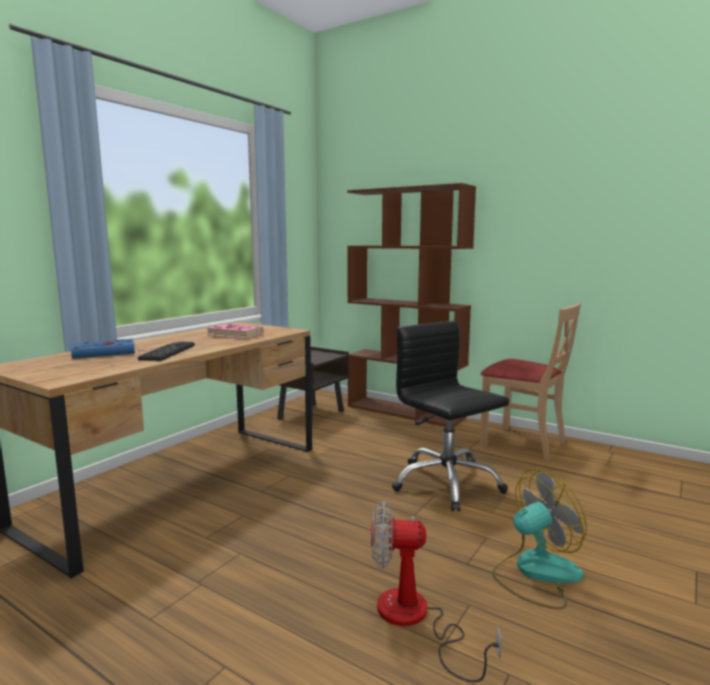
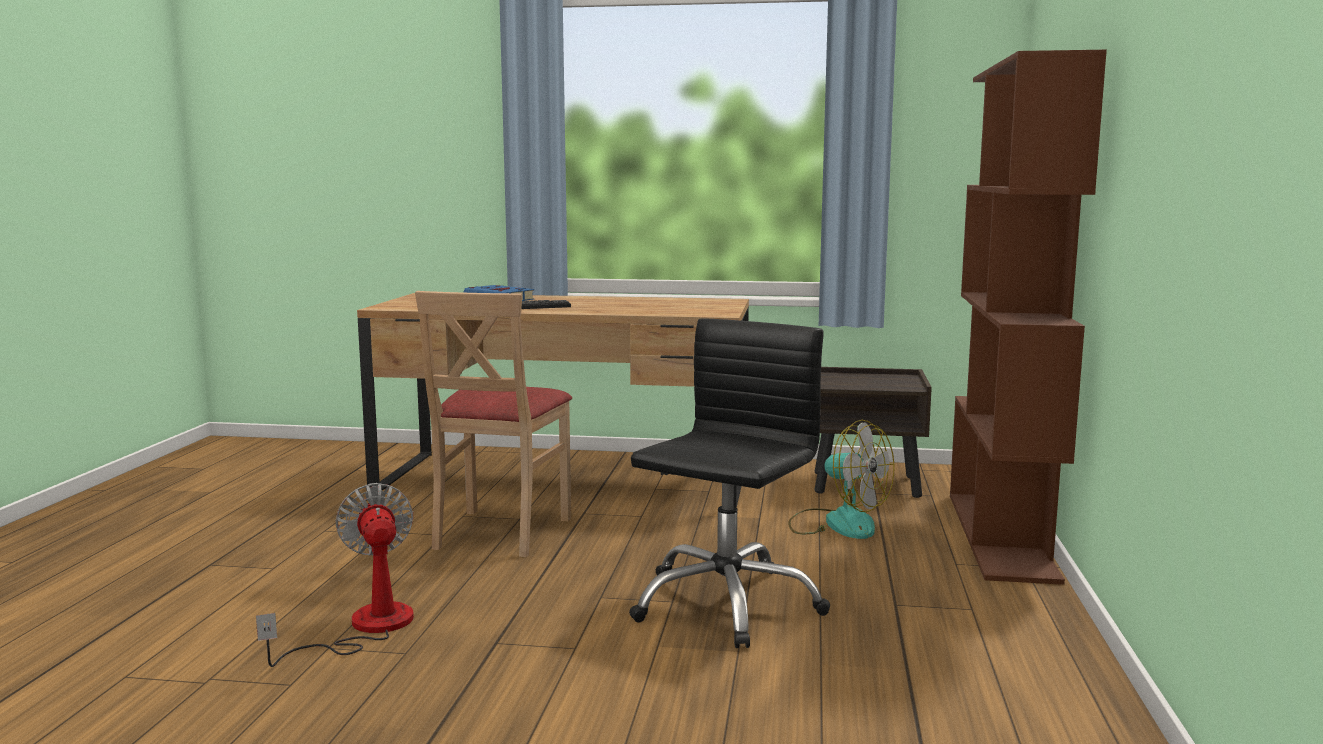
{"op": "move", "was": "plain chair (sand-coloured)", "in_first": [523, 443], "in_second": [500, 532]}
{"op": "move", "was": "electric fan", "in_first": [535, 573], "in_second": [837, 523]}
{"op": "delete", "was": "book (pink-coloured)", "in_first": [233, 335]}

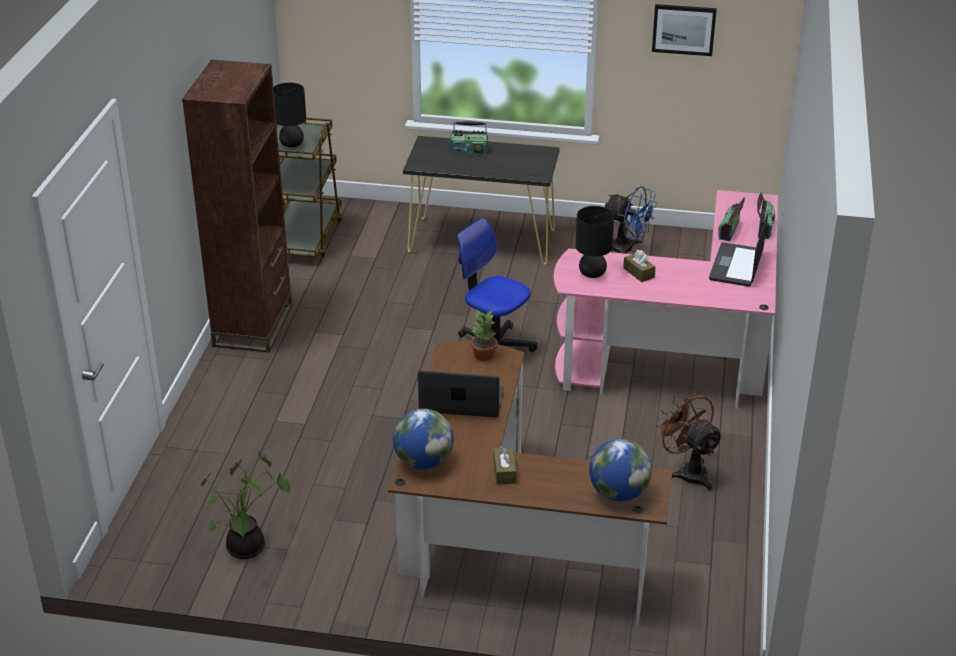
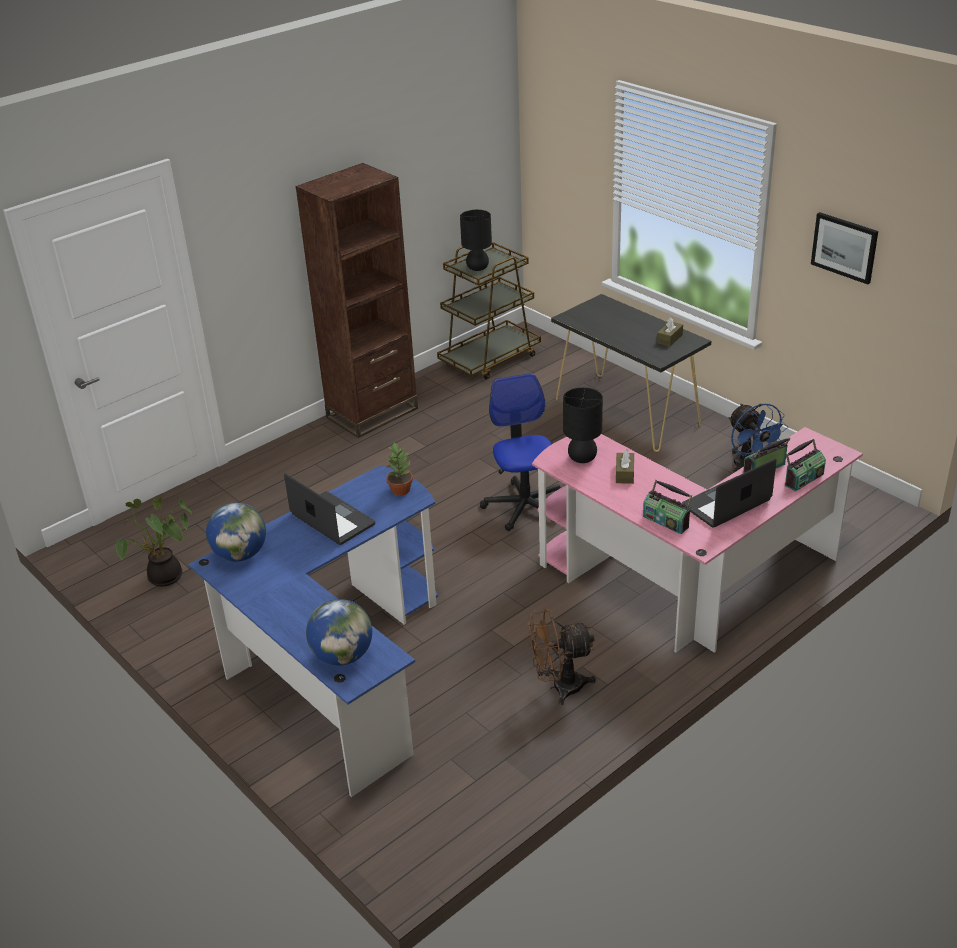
{"op": "recolor", "was": "desk unit (brown-coloured)", "now": "desk unit (bluish)", "in_first": [499, 541], "in_second": [335, 665]}
{"op": "rotate", "was": "electric fan (brown-coloured)", "in_first": [688, 471], "in_second": [559, 687], "clockwise": -105}
{"op": "move", "was": "radio set", "in_first": [469, 150], "in_second": [666, 521]}
{"op": "move", "was": "tissue box (brown-coloured)", "in_first": [504, 472], "in_second": [669, 339]}

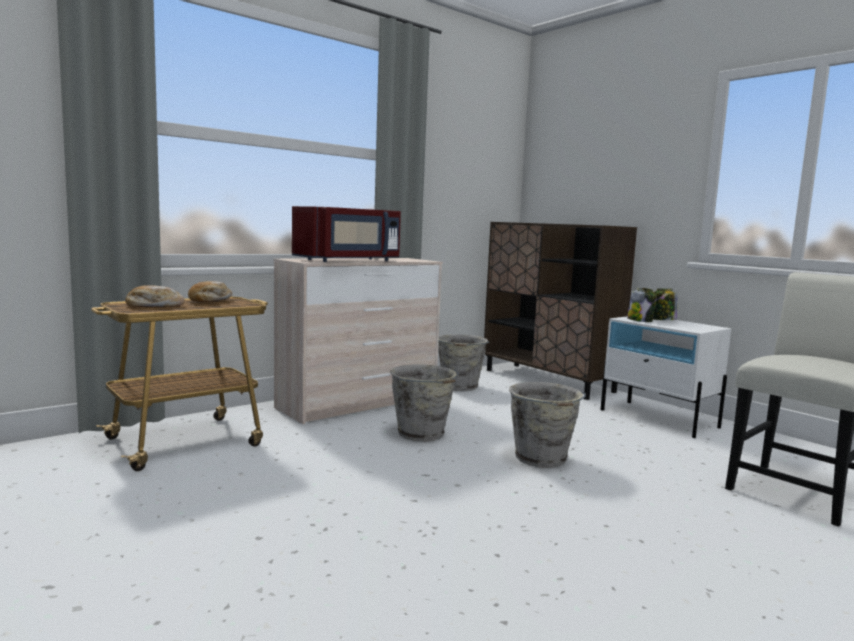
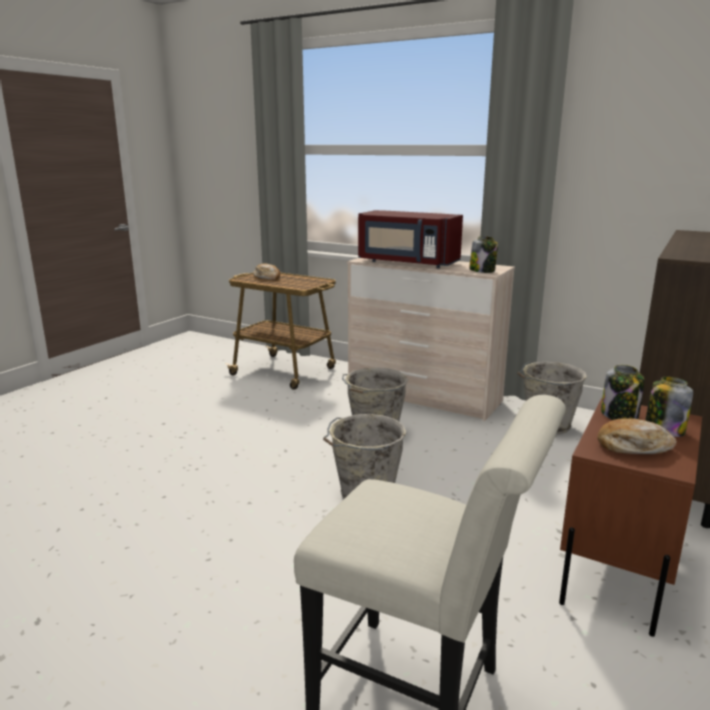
{"op": "insert", "now": "preserve jar", "in_second": [482, 271]}
{"op": "recolor", "was": "night table (white)", "now": "night table (brown-coloured)", "in_first": [659, 418], "in_second": [617, 570]}
{"op": "move", "was": "baked bread", "in_first": [210, 300], "in_second": [633, 446]}

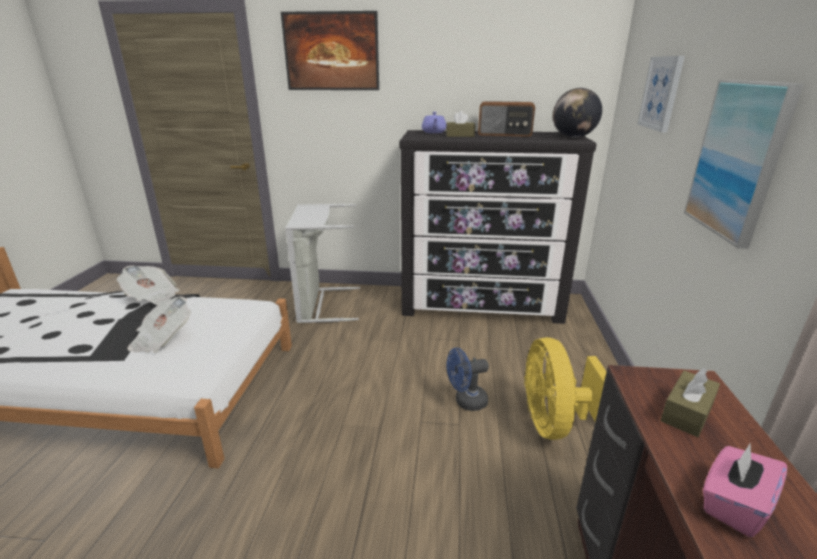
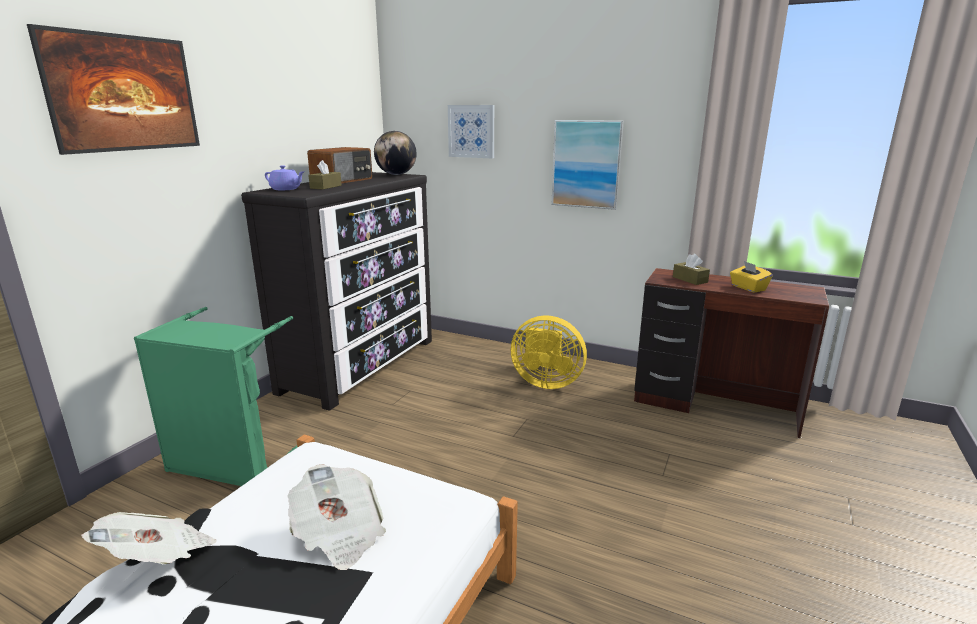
{"op": "recolor", "was": "laundry basket (grey)", "now": "laundry basket (green-coloured)", "in_first": [321, 305], "in_second": [230, 463]}
{"op": "recolor", "was": "tissue box (pink-coloured)", "now": "tissue box (yellow)", "in_first": [733, 504], "in_second": [748, 288]}
{"op": "delete", "was": "electric fan (bluish)", "in_first": [466, 402]}

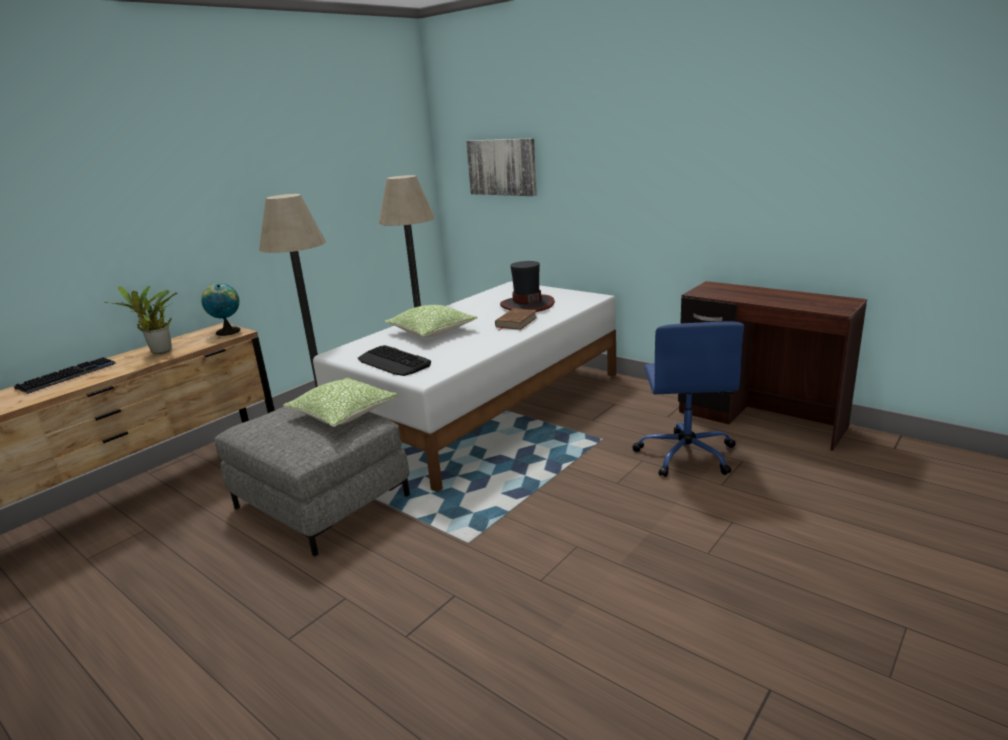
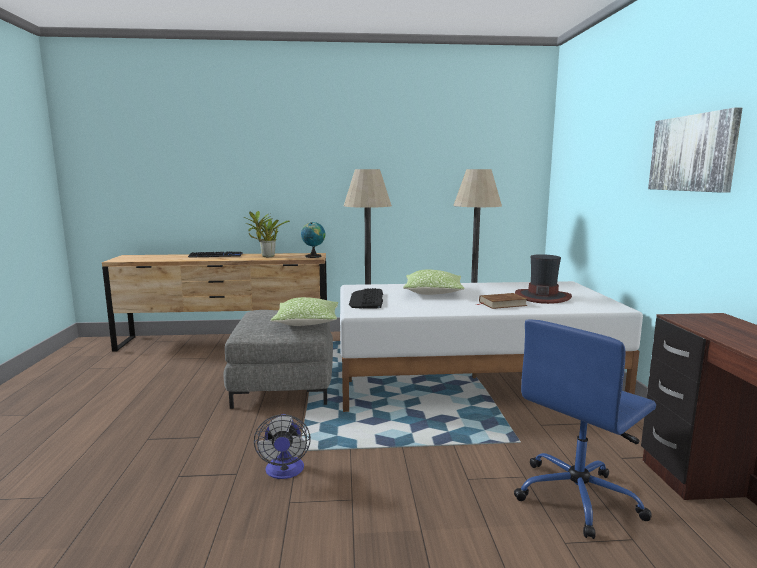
{"op": "insert", "now": "electric fan", "in_second": [284, 472]}
{"op": "move", "was": "wall picture", "in_first": [502, 167], "in_second": [693, 153]}

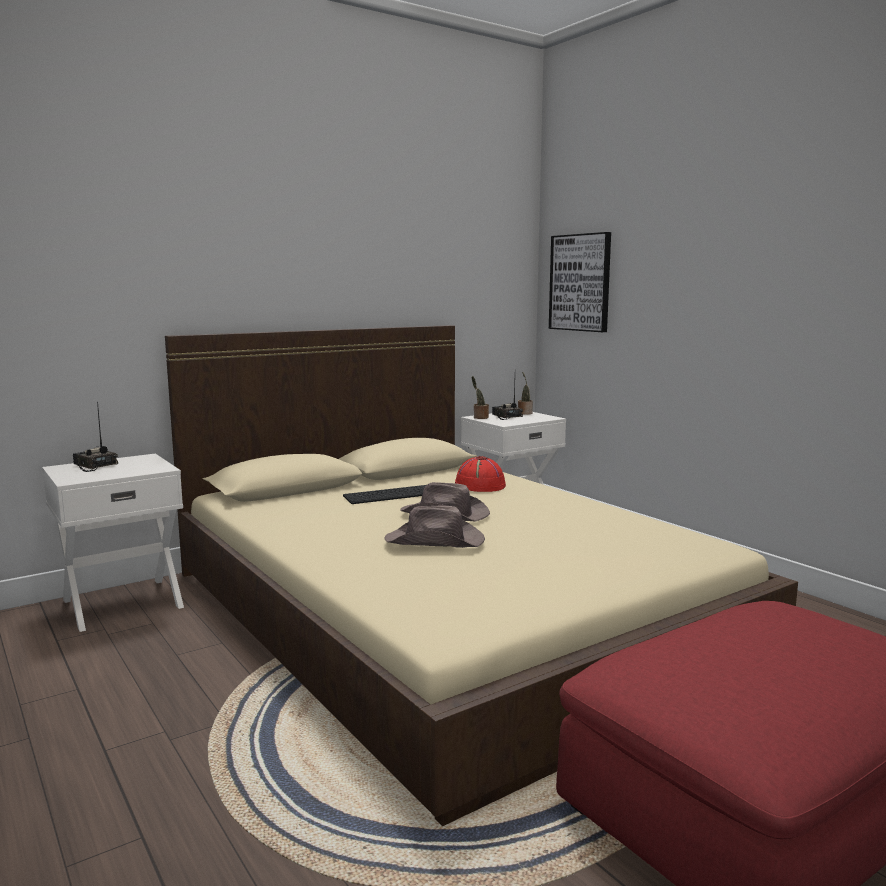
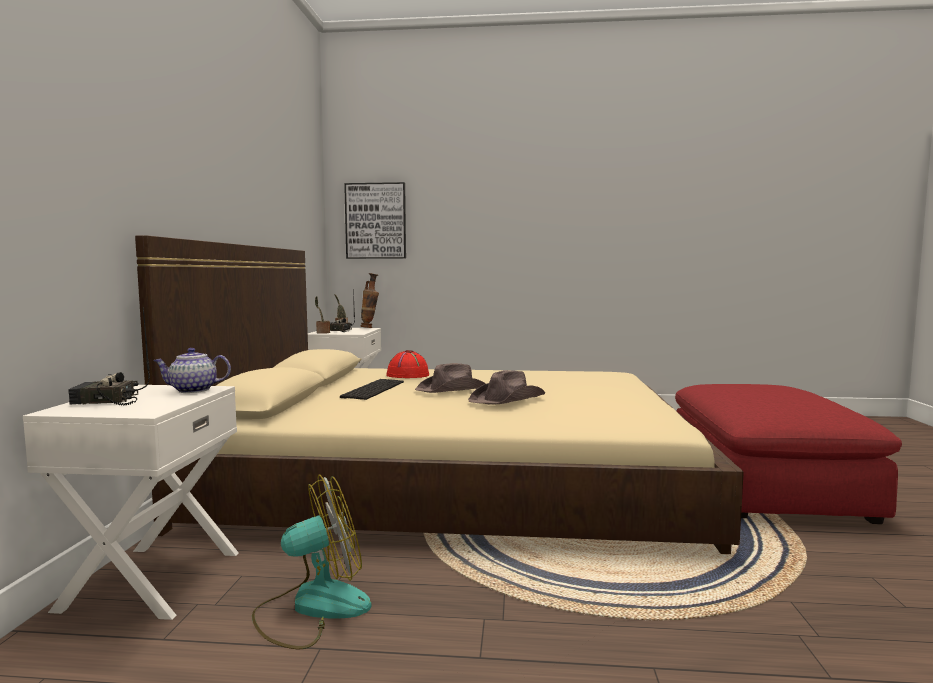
{"op": "insert", "now": "pot for tea", "in_second": [192, 390]}
{"op": "insert", "now": "electric fan", "in_second": [312, 607]}
{"op": "insert", "now": "flower vase", "in_second": [370, 328]}

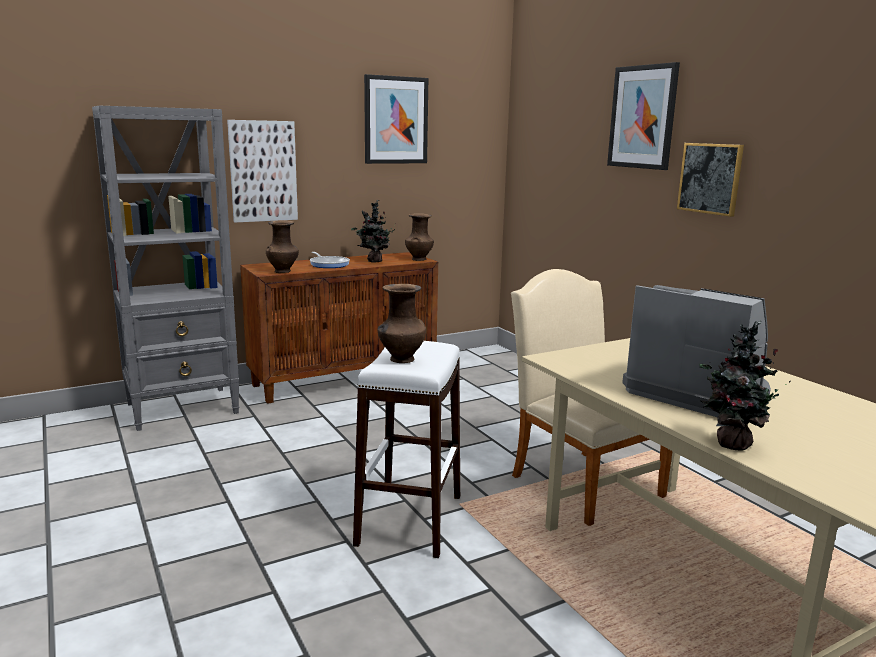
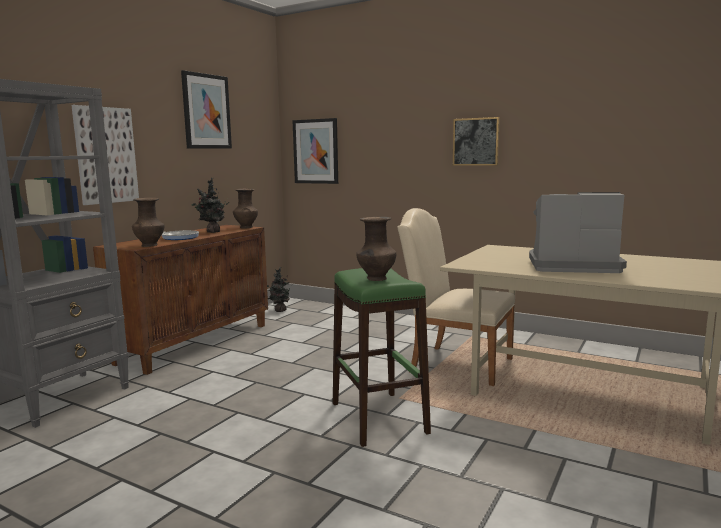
{"op": "move", "was": "houseplant", "in_first": [730, 444], "in_second": [279, 310]}
{"op": "move", "was": "wall picture", "in_first": [642, 117], "in_second": [316, 151]}
{"op": "recolor", "was": "stool (white)", "now": "stool (green-coloured)", "in_first": [409, 519], "in_second": [378, 417]}

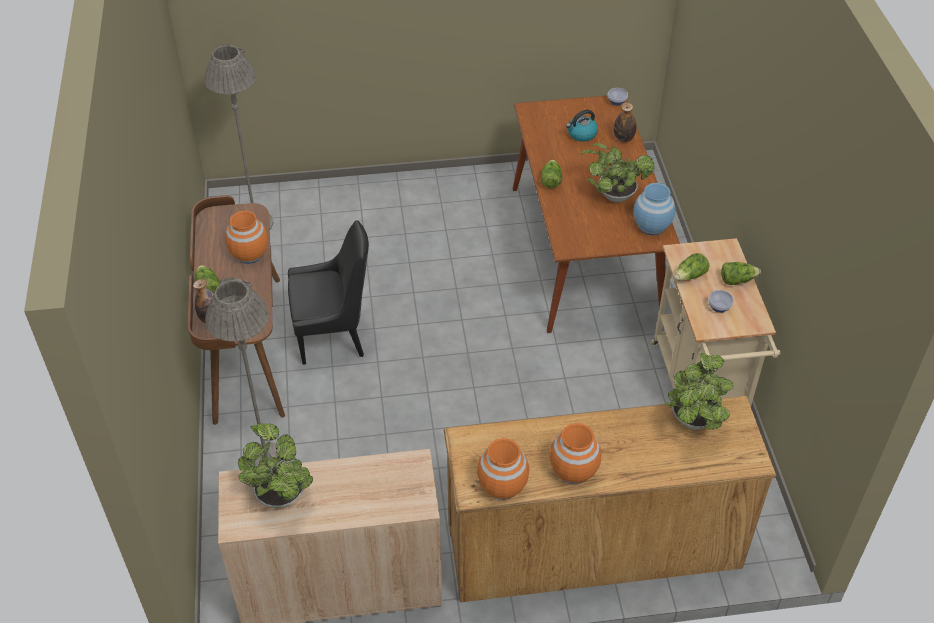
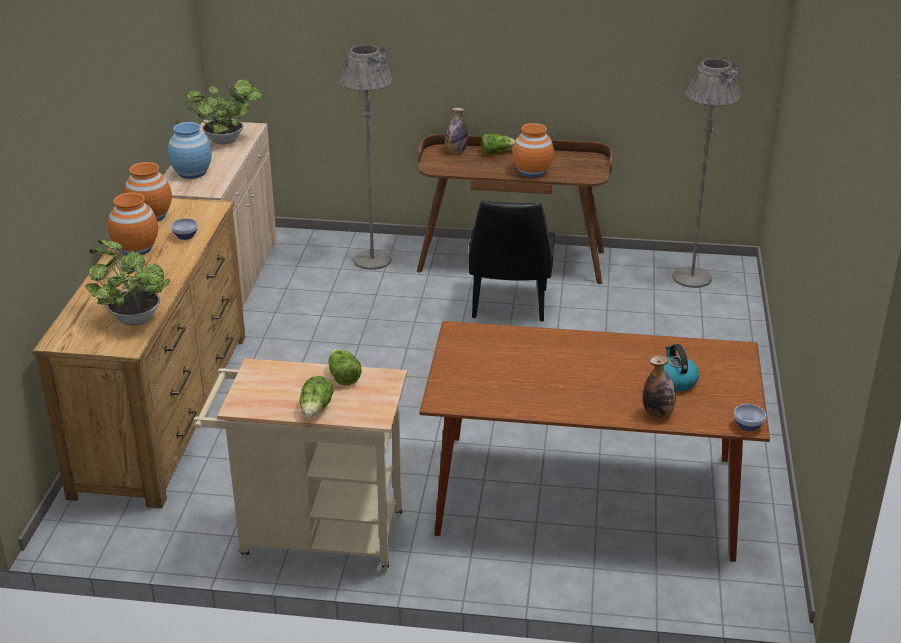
{"op": "move", "was": "flower vase (bluish)", "in_first": [652, 226], "in_second": [191, 172]}
{"op": "move", "was": "serving bowl", "in_first": [720, 307], "in_second": [185, 236]}
{"op": "delete", "was": "head of lettuce", "in_first": [550, 180]}
{"op": "delete", "was": "houseplant", "in_first": [613, 195]}

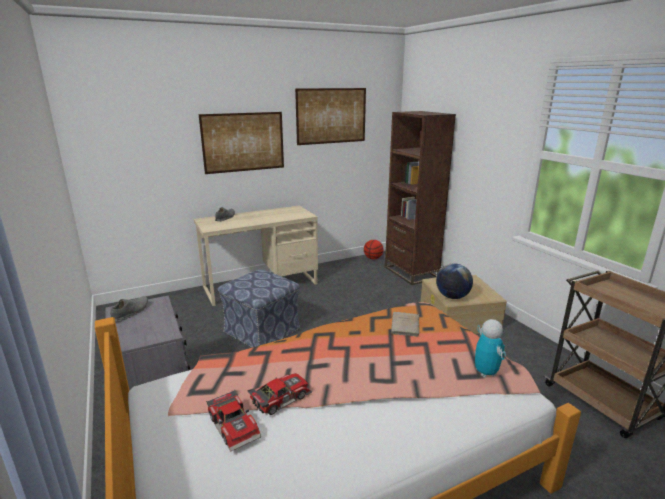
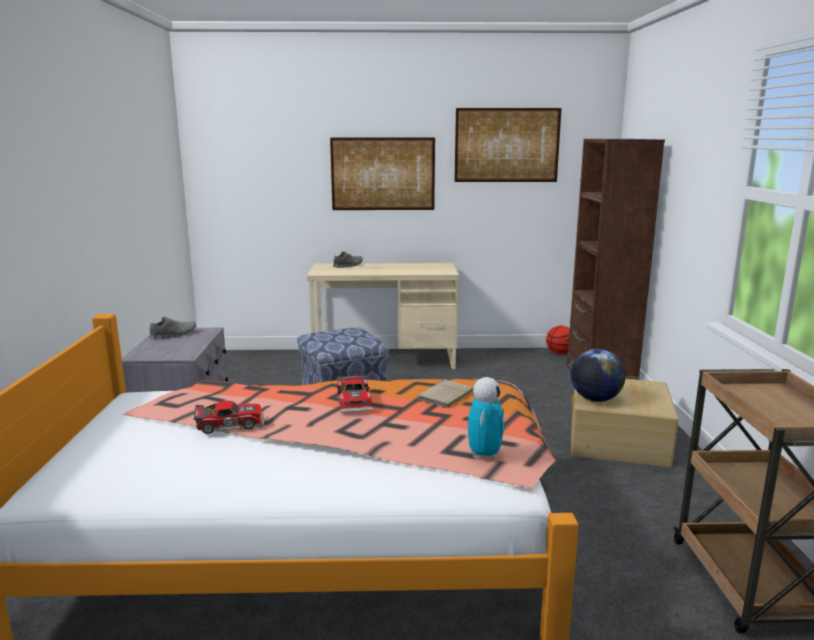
{"op": "move", "was": "model car", "in_first": [235, 425], "in_second": [356, 401]}

